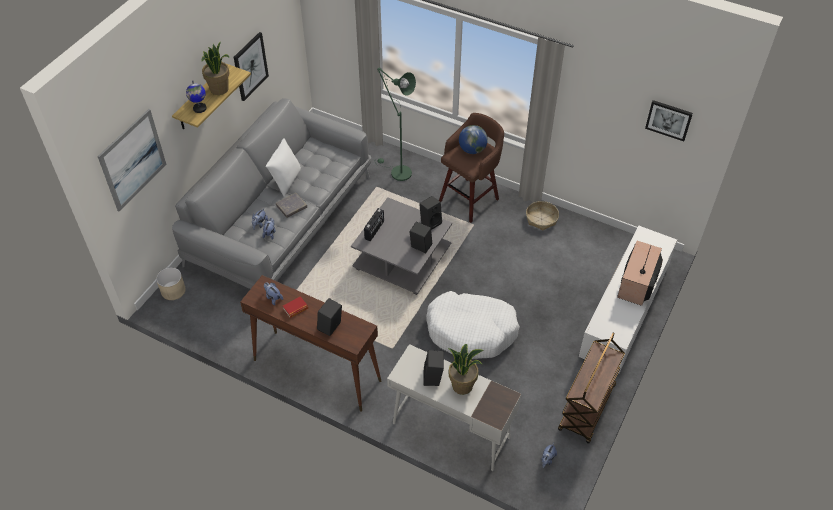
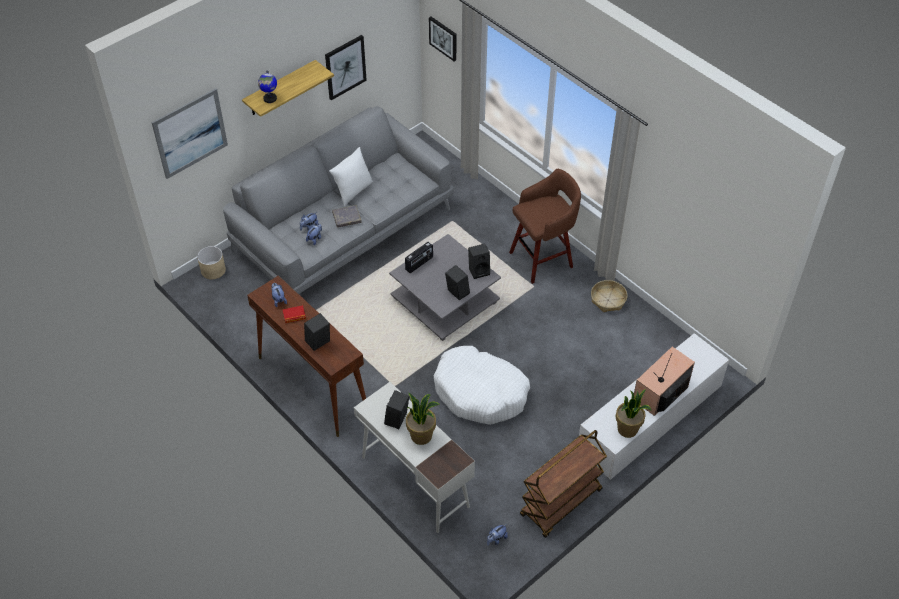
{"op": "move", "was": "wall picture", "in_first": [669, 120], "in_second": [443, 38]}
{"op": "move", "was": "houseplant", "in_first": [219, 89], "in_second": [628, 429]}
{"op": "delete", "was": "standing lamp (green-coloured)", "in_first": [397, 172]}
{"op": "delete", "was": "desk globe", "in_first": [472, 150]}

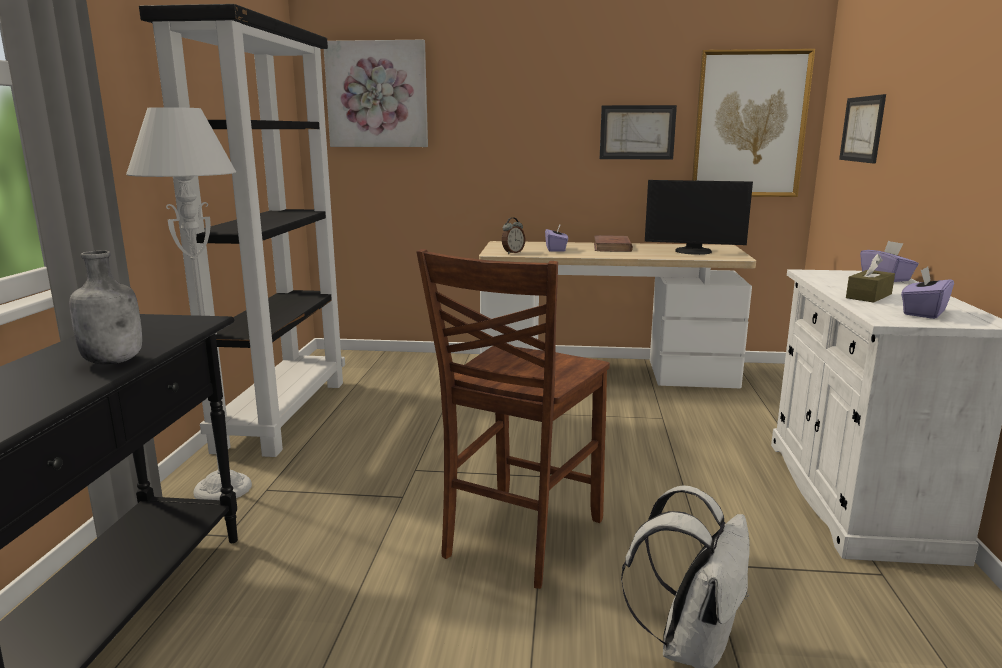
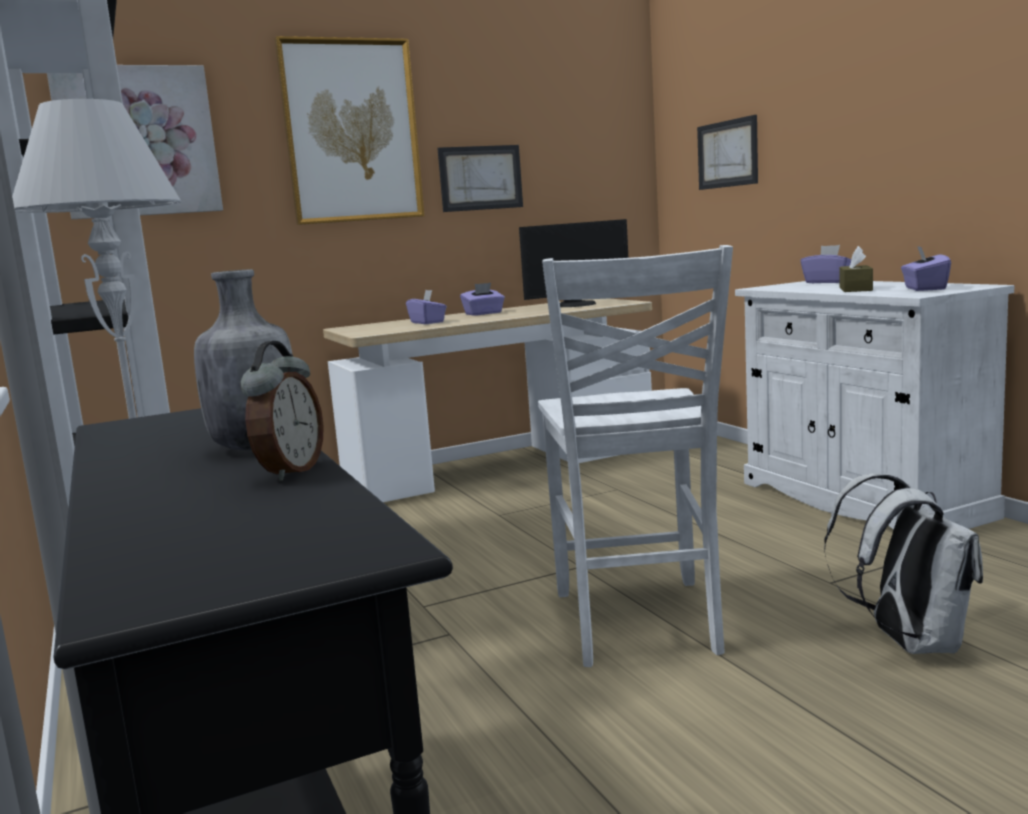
{"op": "move", "was": "bedside clock", "in_first": [512, 253], "in_second": [289, 472]}
{"op": "move", "was": "wall picture", "in_first": [749, 125], "in_second": [351, 131]}
{"op": "replace", "was": "book (brown-coloured)", "now": "tissue box (purple)", "in_first": [612, 247], "in_second": [484, 313]}
{"op": "recolor", "was": "plain chair (brown-coloured)", "now": "plain chair (white)", "in_first": [519, 538], "in_second": [637, 623]}

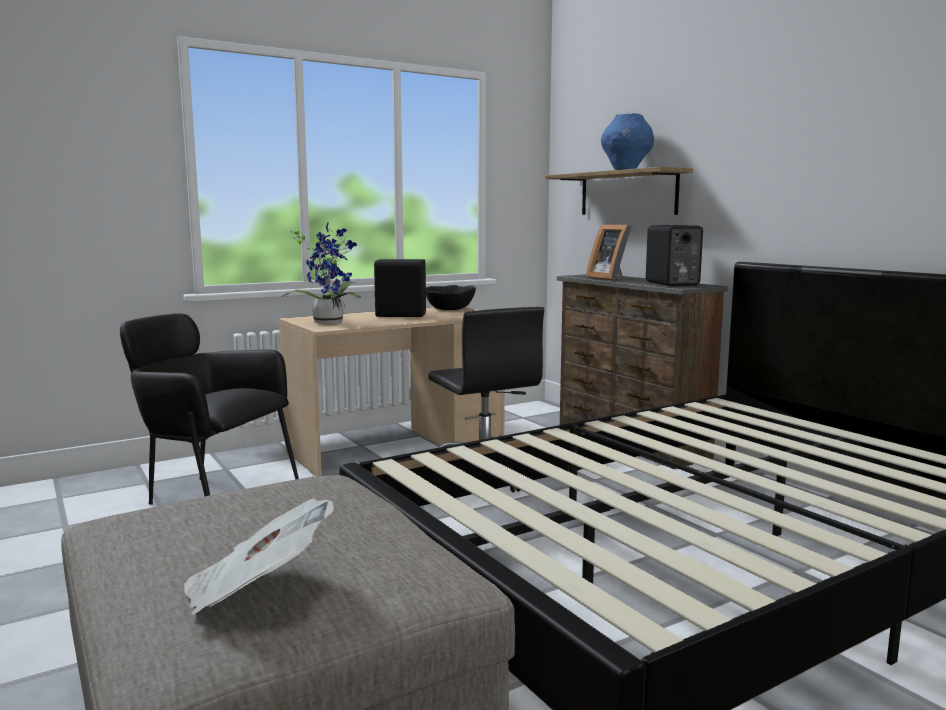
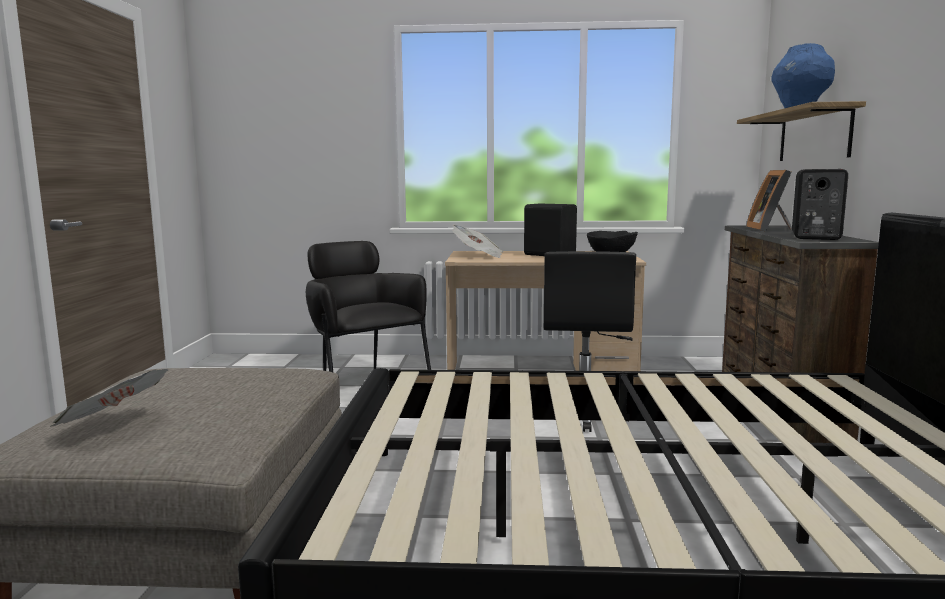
{"op": "replace", "was": "houseplant", "now": "printed paper", "in_first": [329, 322], "in_second": [478, 256]}

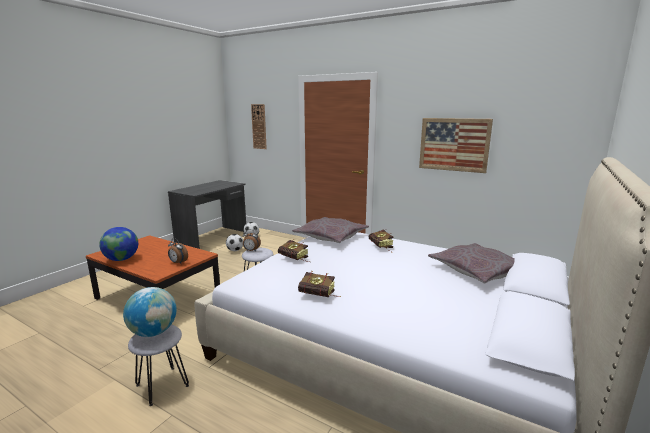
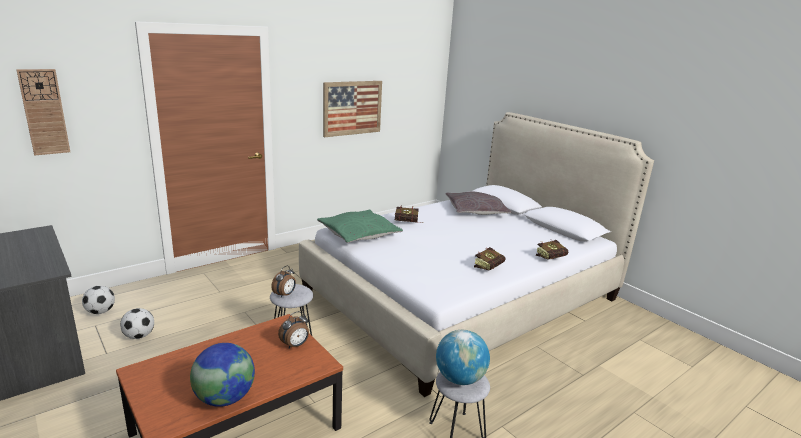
{"op": "recolor", "was": "cushion (grey)", "now": "cushion (green-coloured)", "in_first": [331, 237], "in_second": [359, 234]}
{"op": "move", "was": "book", "in_first": [295, 260], "in_second": [553, 258]}

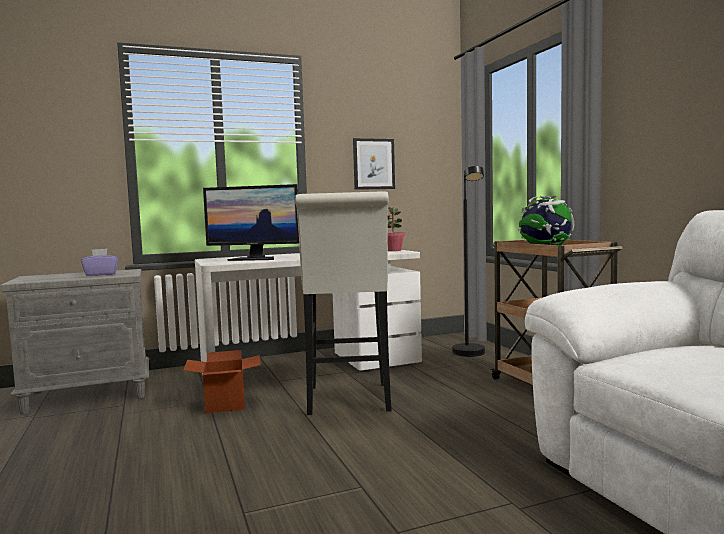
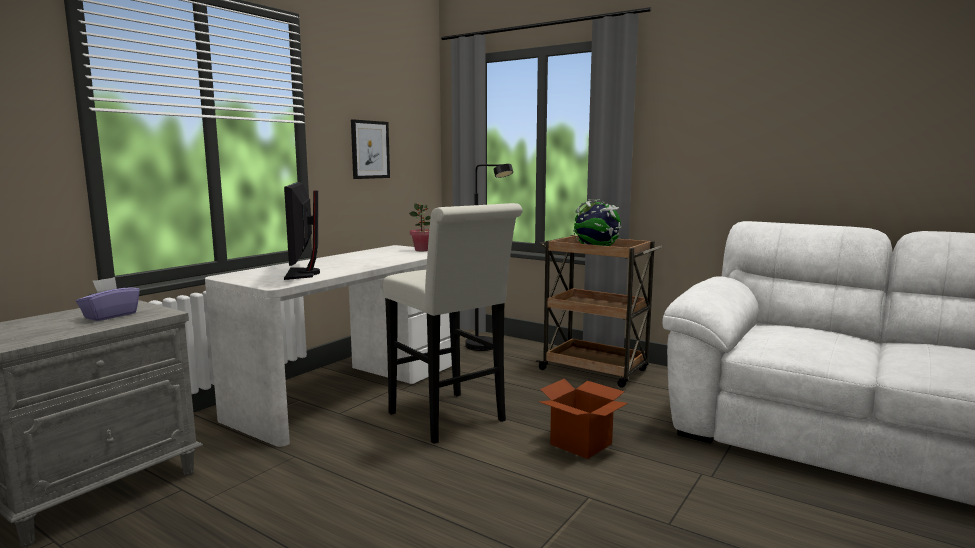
{"op": "rotate", "was": "monitor", "in_first": [254, 259], "in_second": [303, 273], "clockwise": 105}
{"op": "move", "was": "packing box", "in_first": [225, 404], "in_second": [580, 444]}

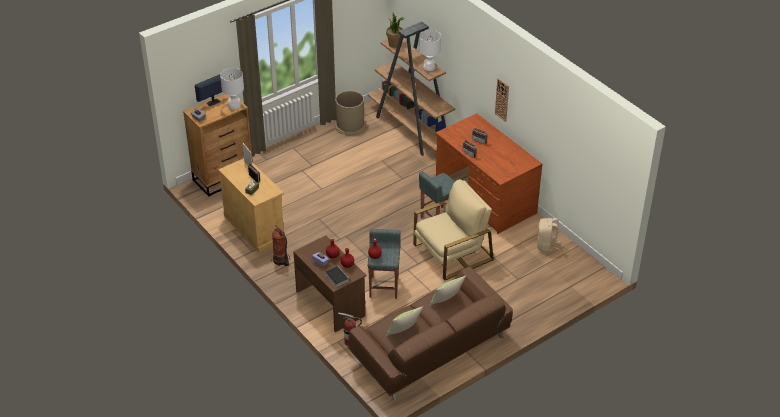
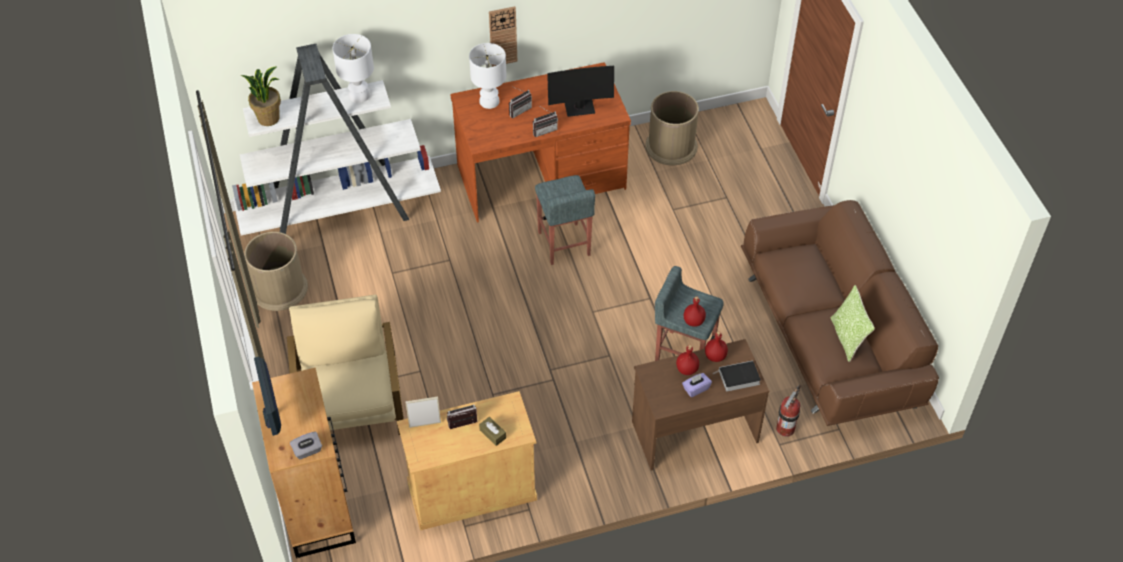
{"op": "recolor", "was": "bookcase (brown-coloured)", "now": "bookcase (white)", "in_first": [413, 130], "in_second": [340, 212]}
{"op": "move", "was": "lounge chair (sand-coloured)", "in_first": [452, 252], "in_second": [351, 402]}
{"op": "move", "was": "lamp for a table (white)", "in_first": [234, 106], "in_second": [490, 101]}
{"op": "insert", "now": "monitor", "in_second": [579, 107]}
{"op": "replace", "was": "backpack (sand-coloured)", "now": "waste bin (brown-coloured)", "in_first": [546, 245], "in_second": [671, 146]}
{"op": "delete", "was": "extinguisher", "in_first": [281, 261]}
{"op": "delete", "was": "cushion", "in_first": [446, 301]}

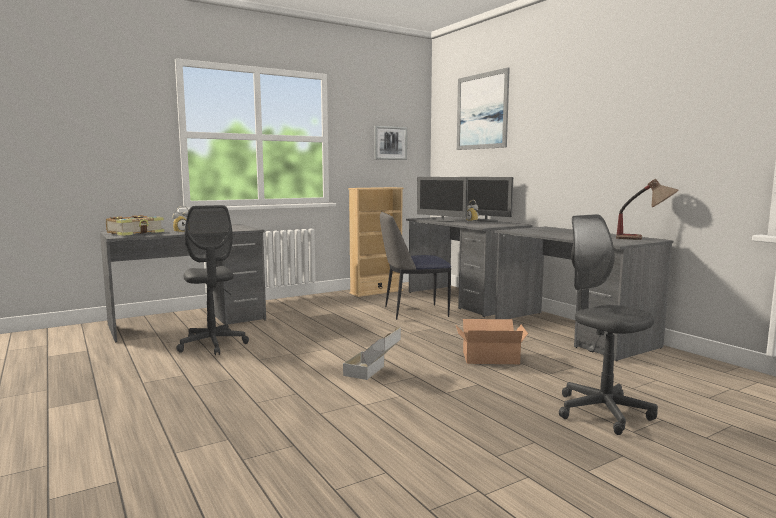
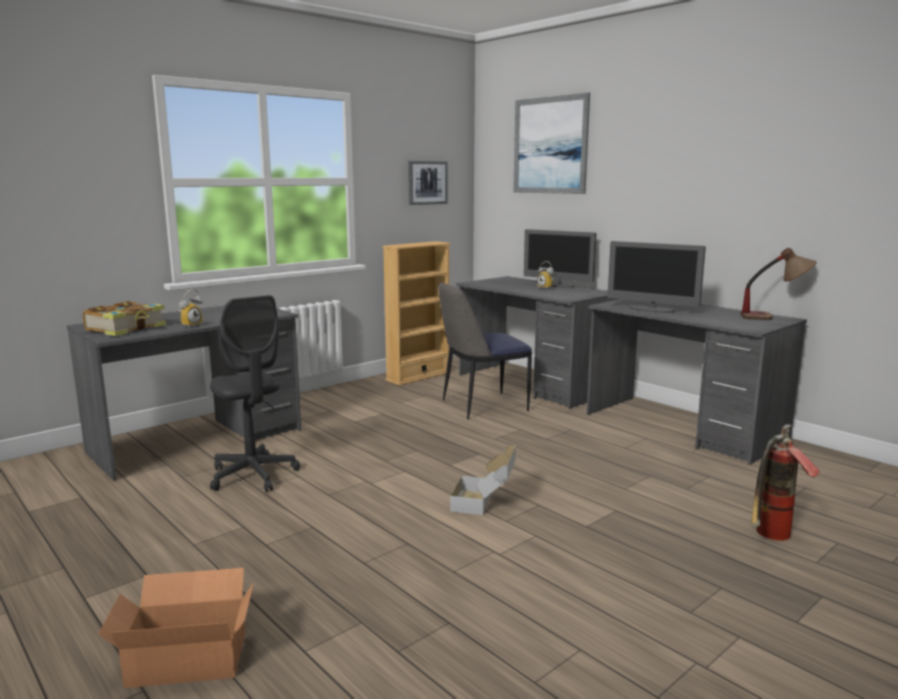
{"op": "move", "was": "packing box", "in_first": [488, 357], "in_second": [186, 656]}
{"op": "move", "was": "monitor", "in_first": [441, 221], "in_second": [651, 310]}
{"op": "replace", "was": "desk chair (grey)", "now": "extinguisher", "in_first": [602, 412], "in_second": [772, 538]}

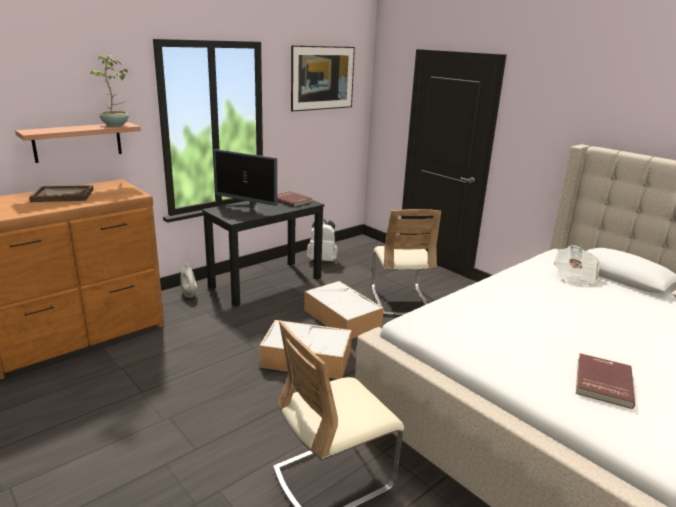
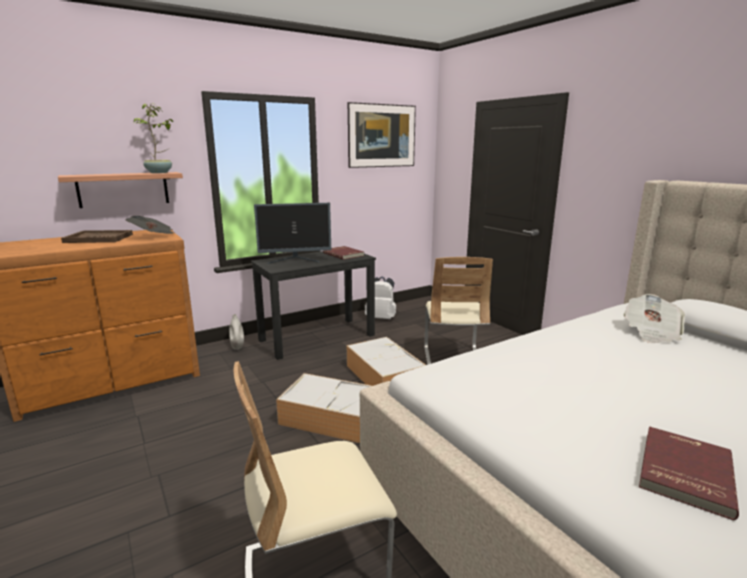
{"op": "insert", "now": "printed paper", "in_second": [154, 237]}
{"op": "rotate", "was": "monitor", "in_first": [247, 209], "in_second": [295, 260], "clockwise": -45}

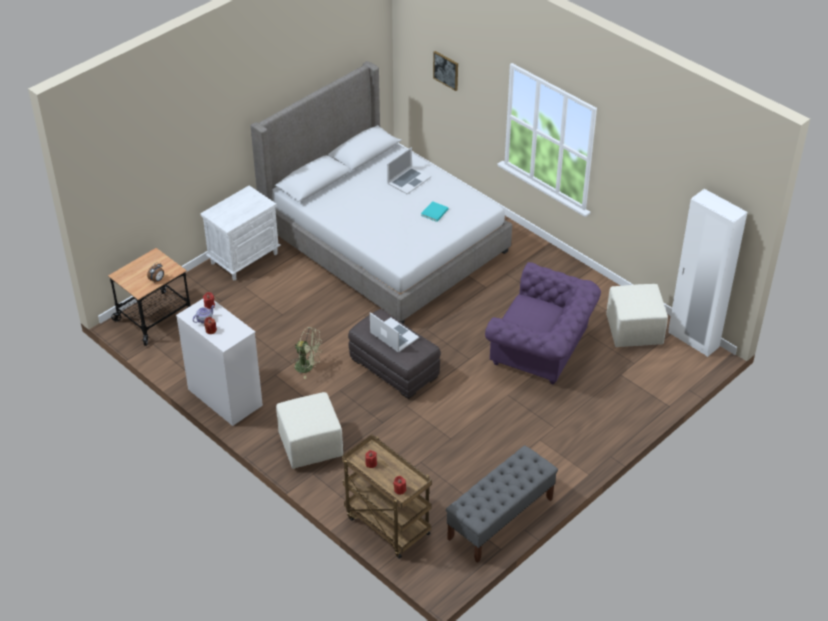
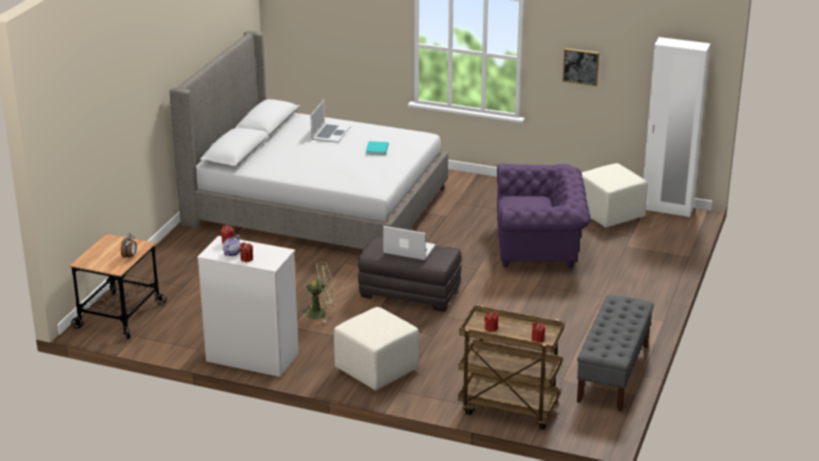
{"op": "move", "was": "wall picture", "in_first": [446, 70], "in_second": [581, 66]}
{"op": "delete", "was": "night table (white)", "in_first": [244, 258]}

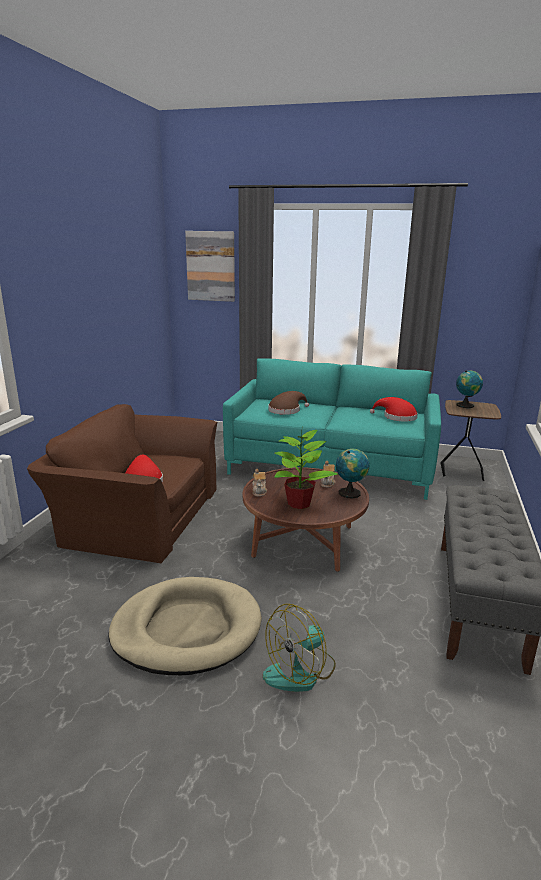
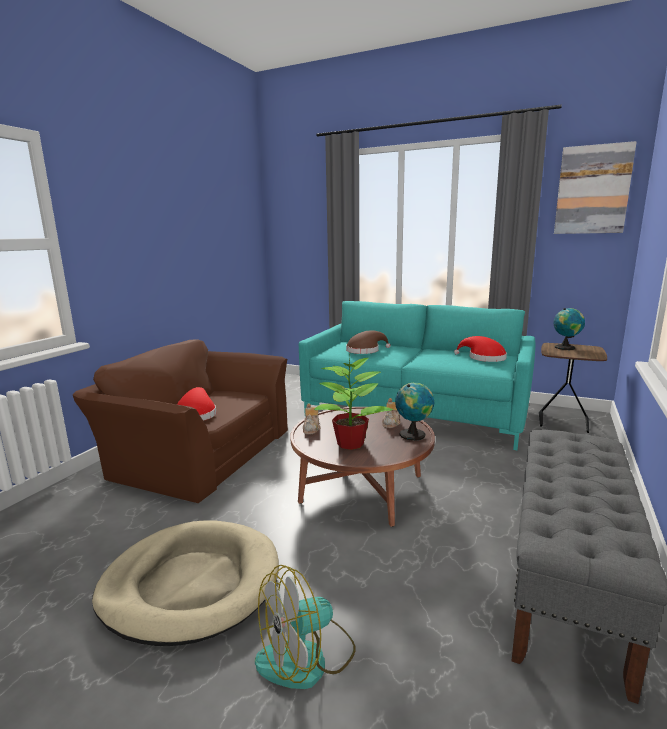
{"op": "move", "was": "wall picture", "in_first": [211, 266], "in_second": [592, 190]}

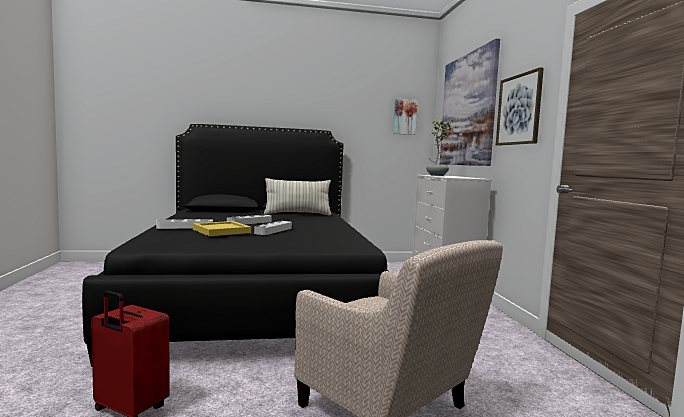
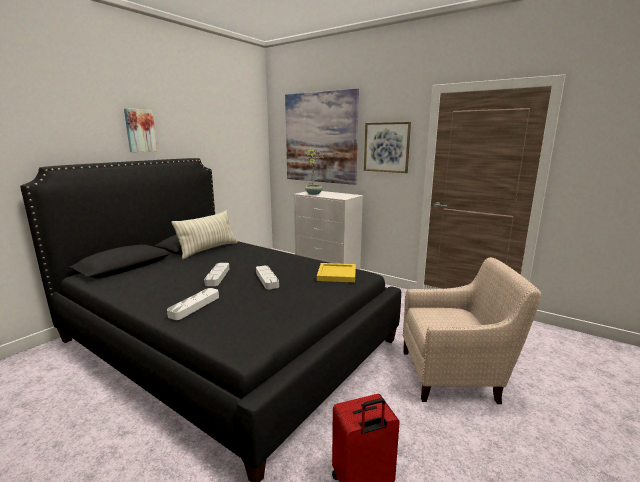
{"op": "move", "was": "wall picture", "in_first": [404, 117], "in_second": [140, 130]}
{"op": "move", "was": "carrying tray (yellow)", "in_first": [222, 231], "in_second": [336, 274]}

